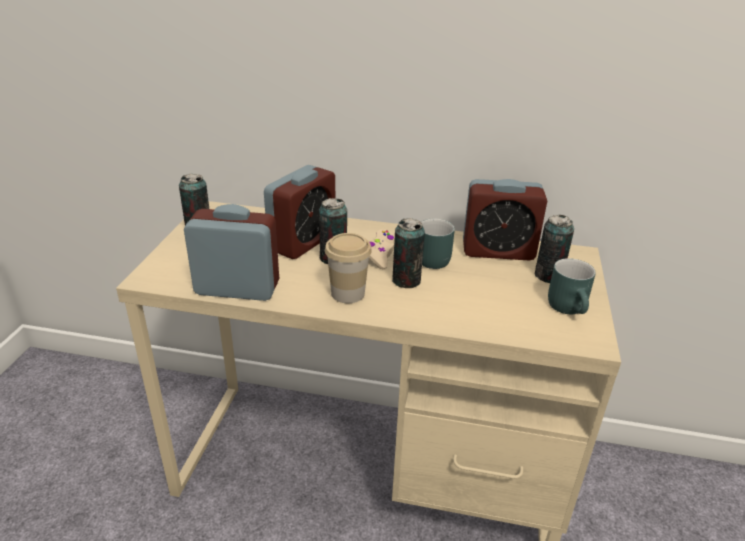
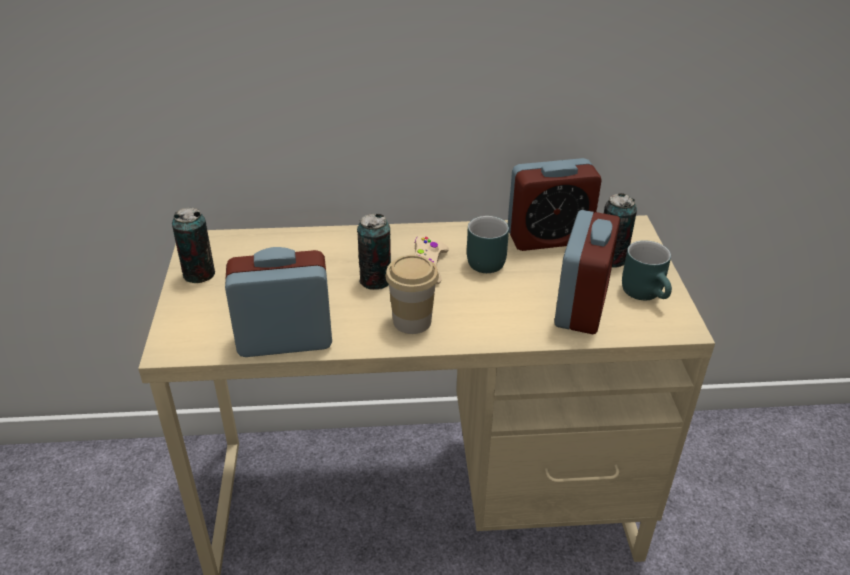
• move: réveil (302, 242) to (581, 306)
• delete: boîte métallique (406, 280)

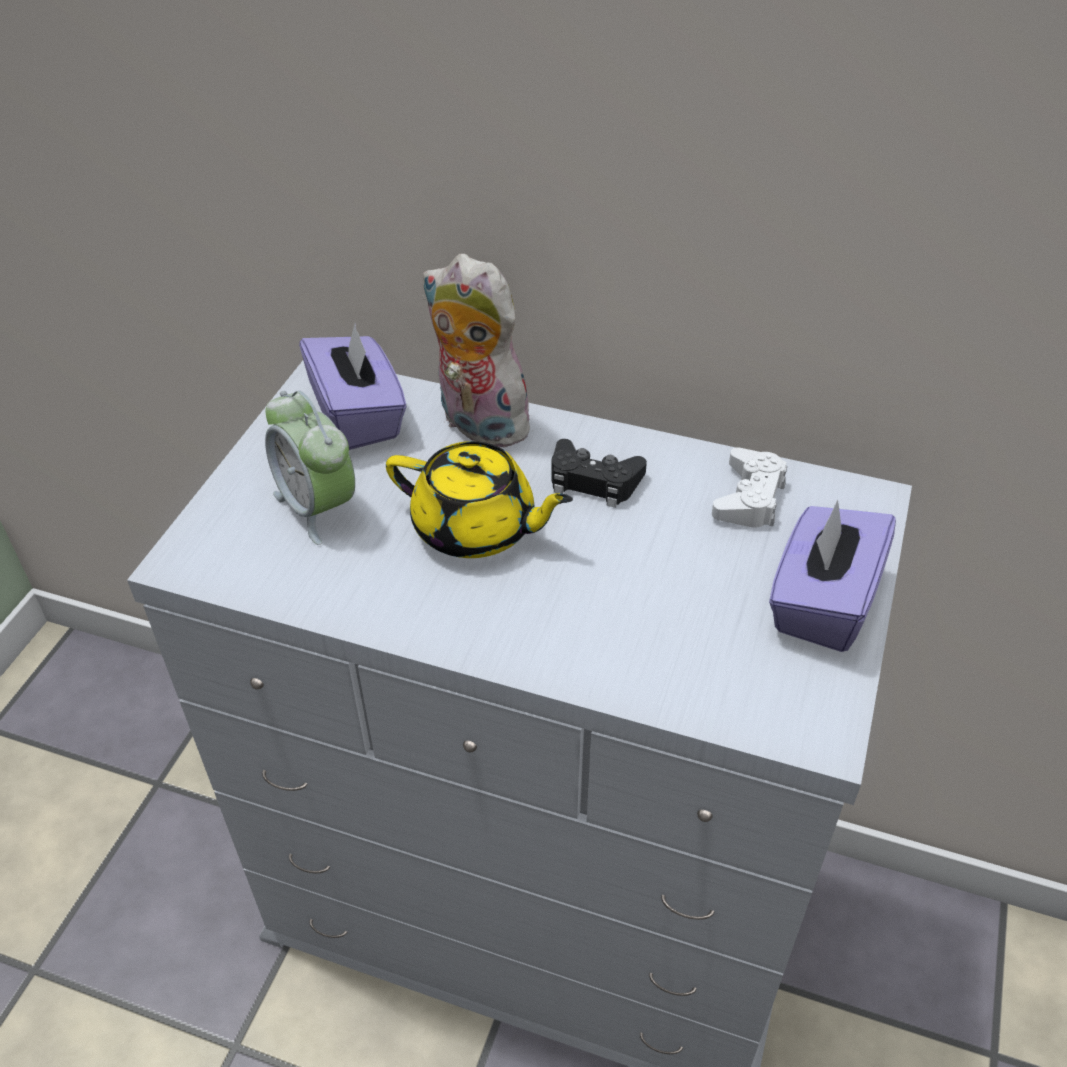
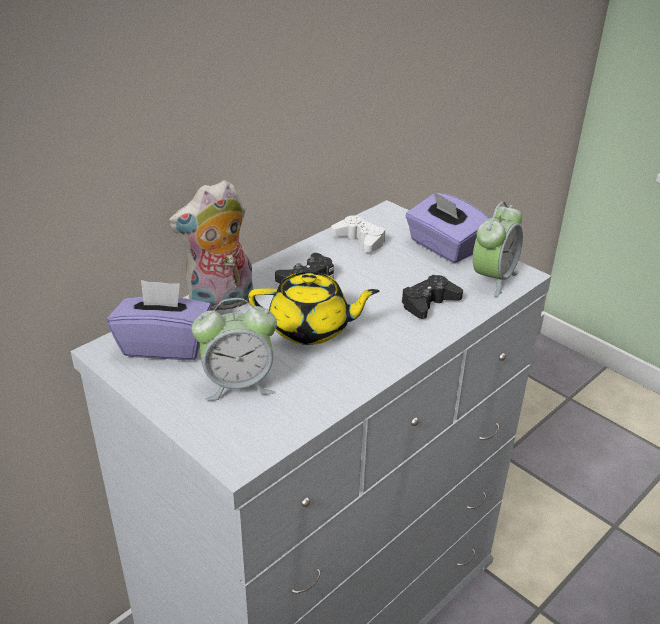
• rotate: théière [jaune] (476, 528) = (311, 328) 45 degrees clockwise
• insert: manette [noir] (429, 303)
• insert: réveil (493, 279)

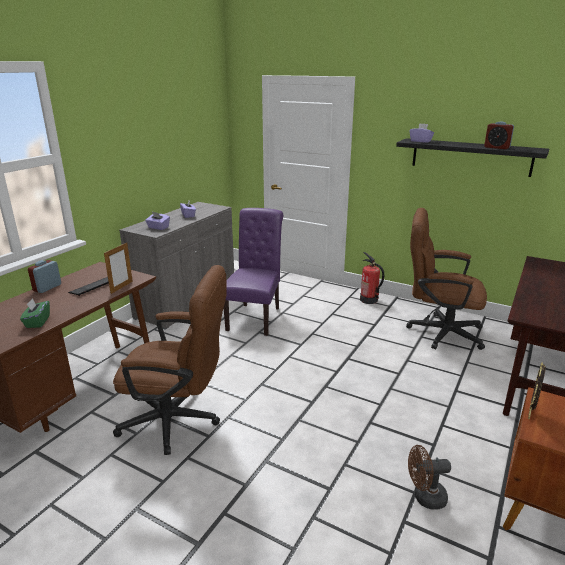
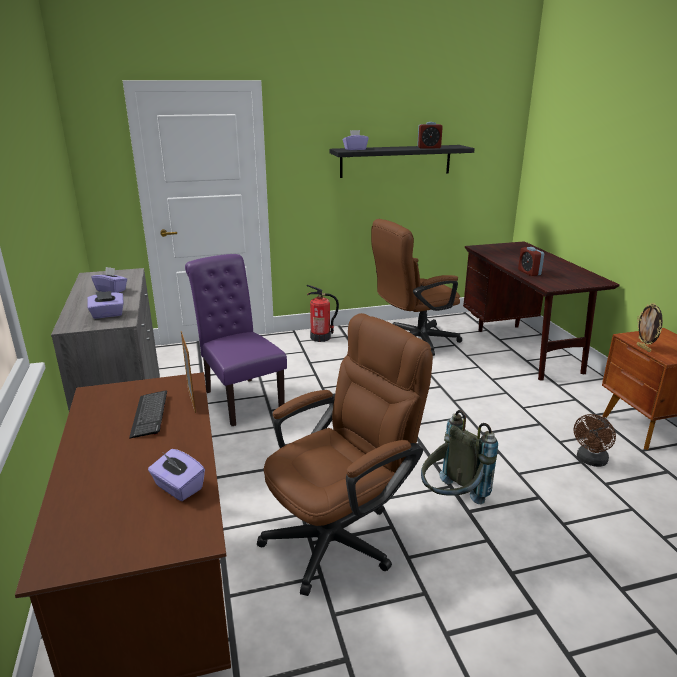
• recolor: boîte à mouchoirs [vert] (37, 322) to boîte à mouchoirs [violet] (178, 487)
• insert: sac à dos [gris] (451, 500)
• move: réveil (47, 287) to (529, 272)

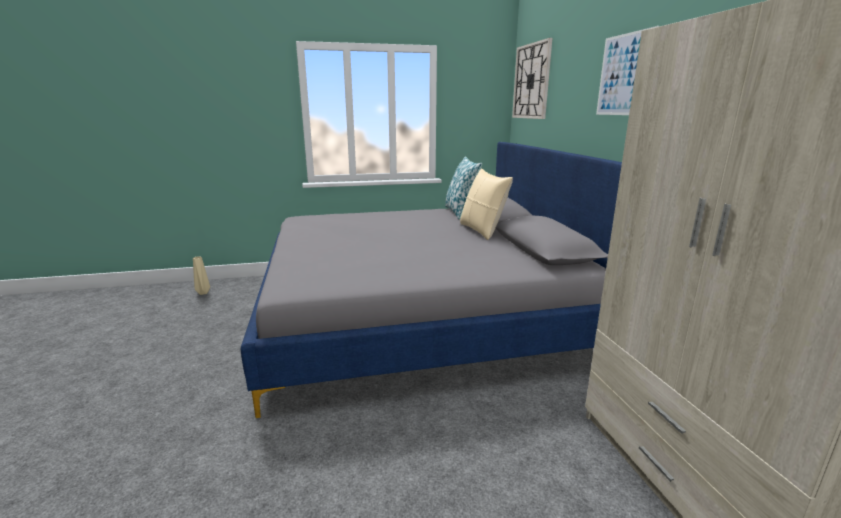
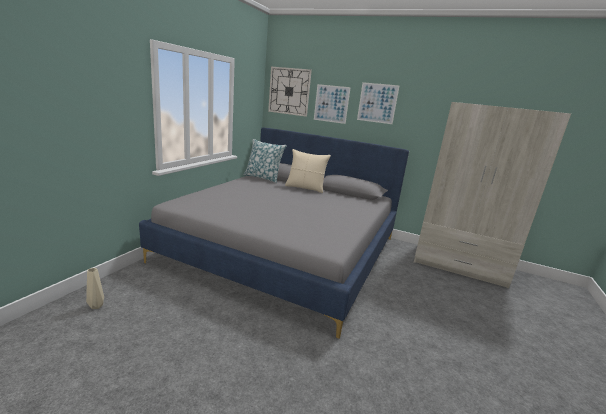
• insert: tableau (331, 104)

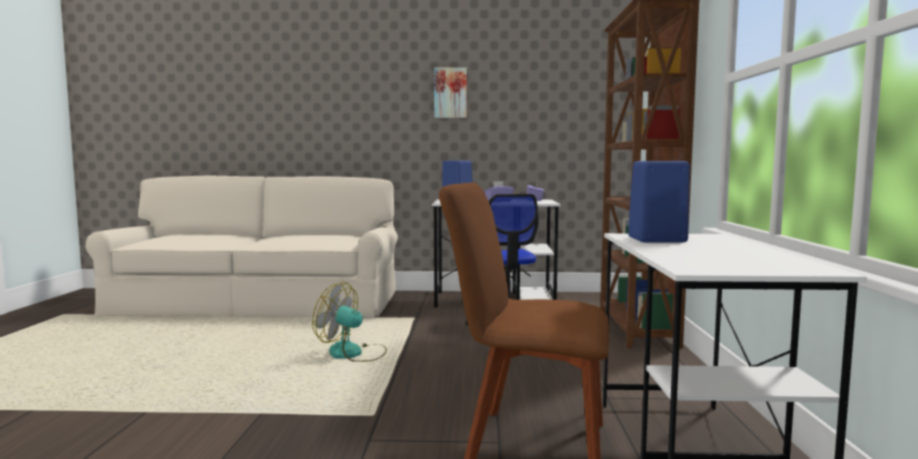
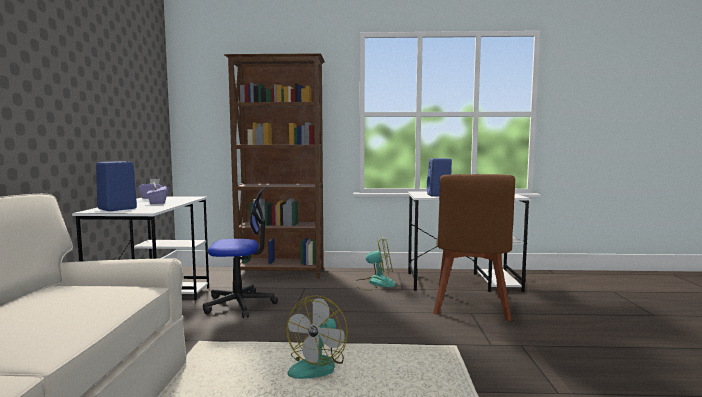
• insert: ventilateur (375, 283)
• delete: tableau (450, 93)

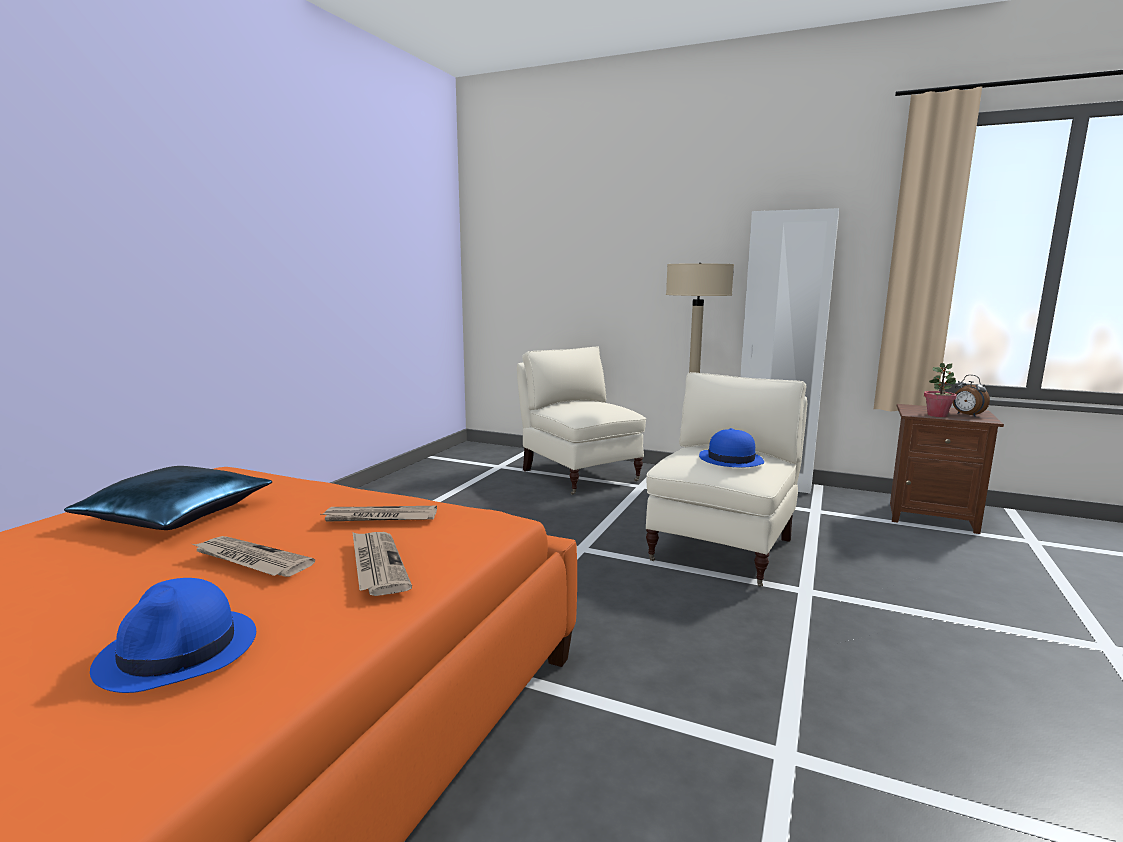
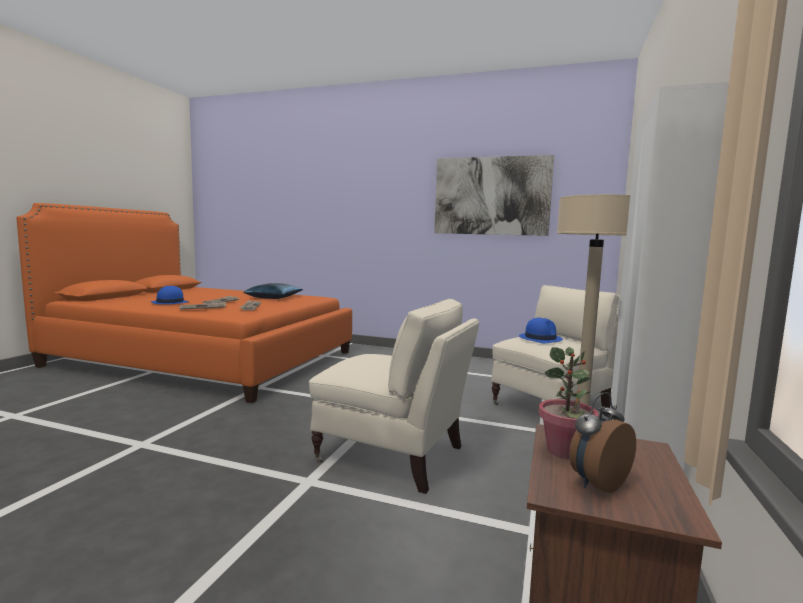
• insert: tableau (491, 196)
• move: chapeau [bleu] (730, 460) to (540, 338)

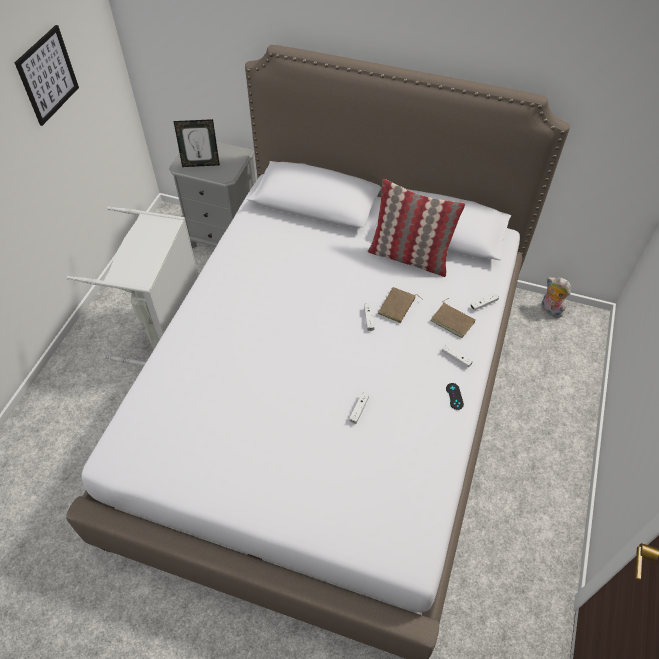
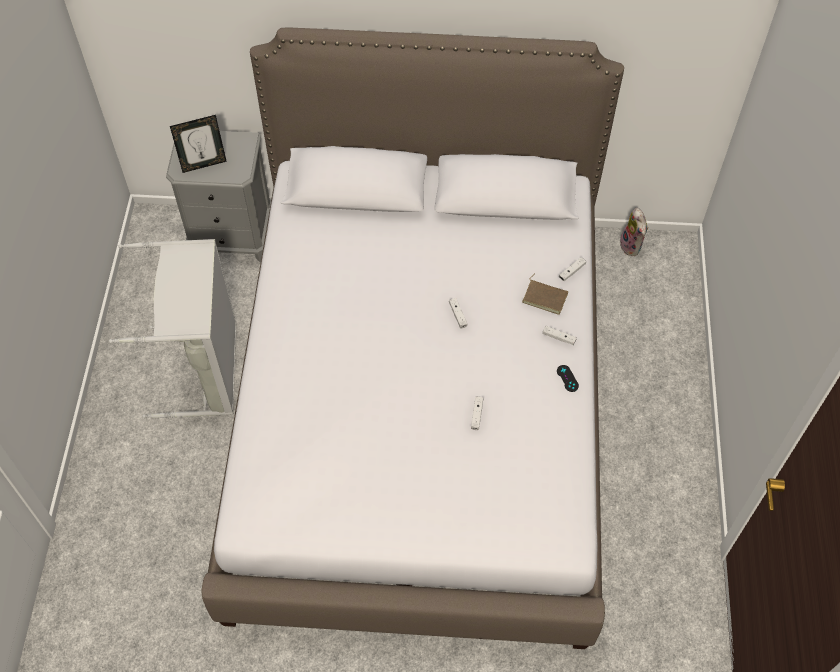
• rotate: peluche (549, 310) = (632, 246) 135 degrees counterclockwise
• delete: tableau (47, 75)
• delete: coussin (409, 257)
• delete: livre [marron] (397, 307)

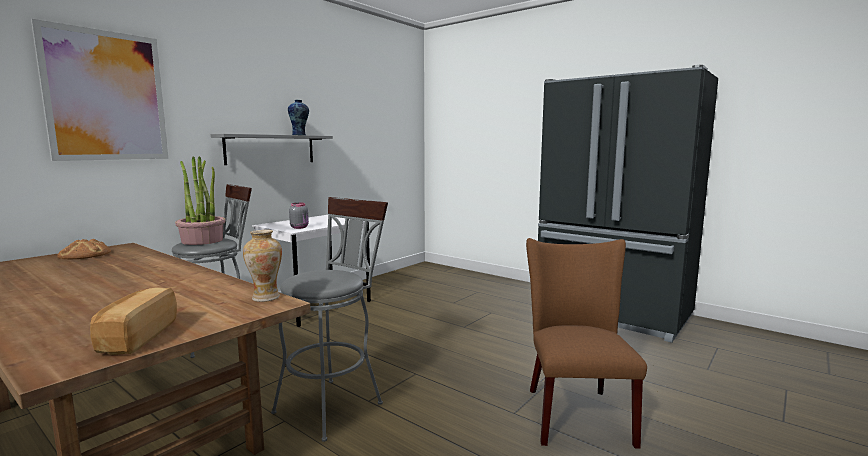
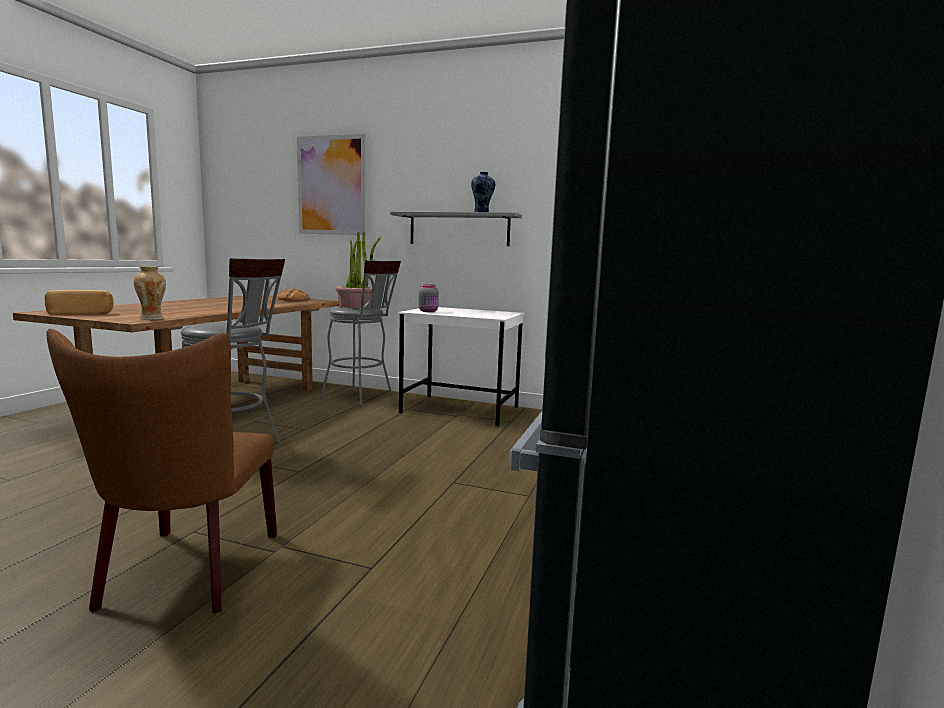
• rotate: chaise [marron] (574, 411) = (186, 574) 105 degrees clockwise

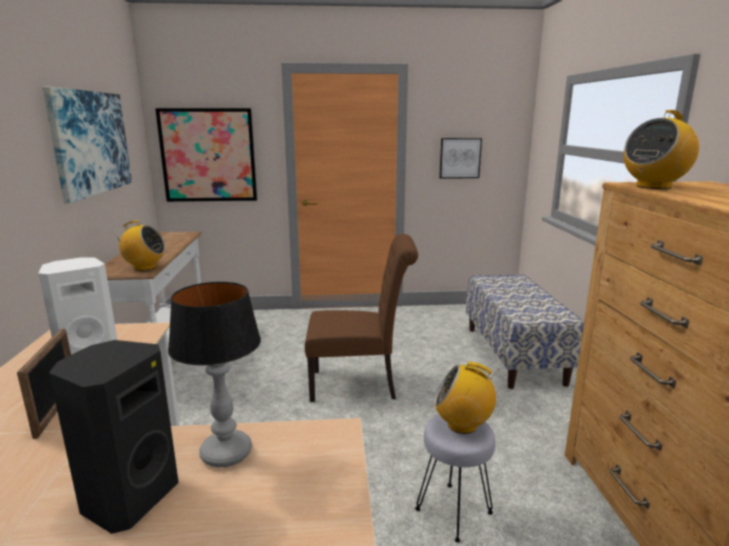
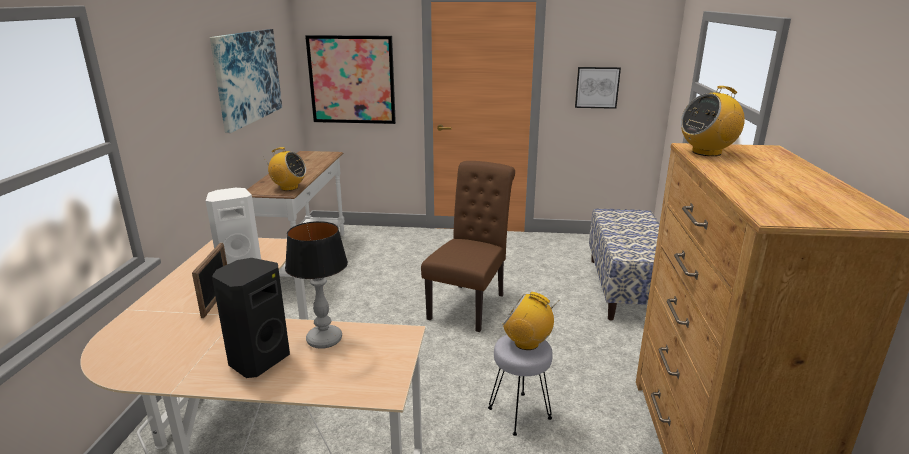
• rotate: chaise [marron] (359, 385) = (470, 304) 75 degrees counterclockwise

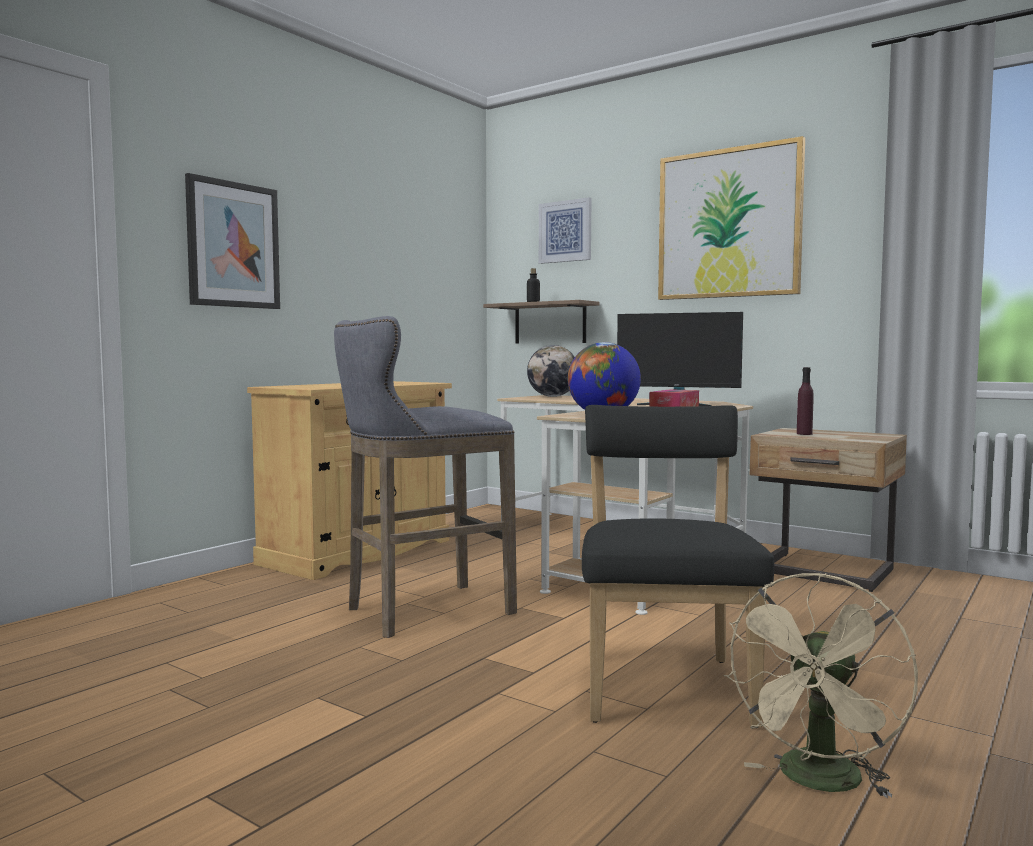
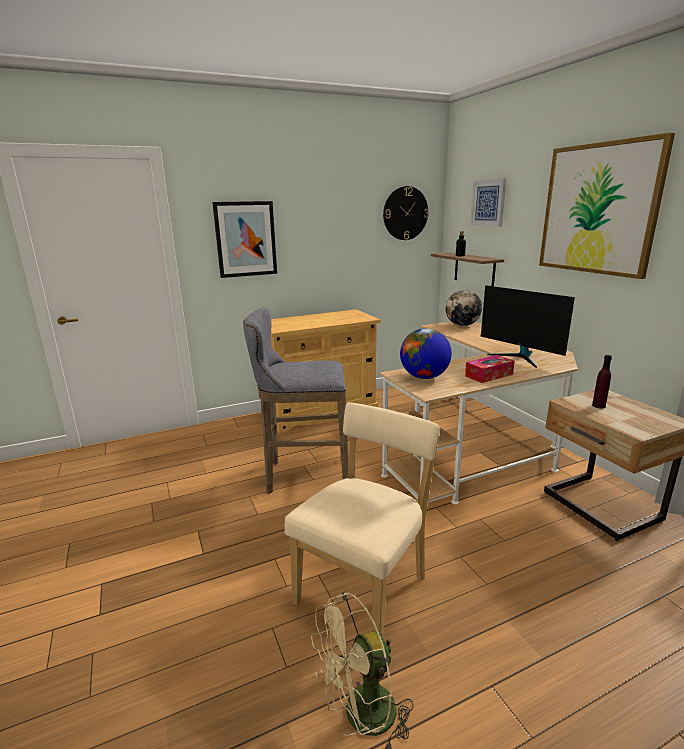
• recolor: chaise [noir] (665, 685) to chaise [beige] (365, 587)
• insert: horloge murale (405, 213)

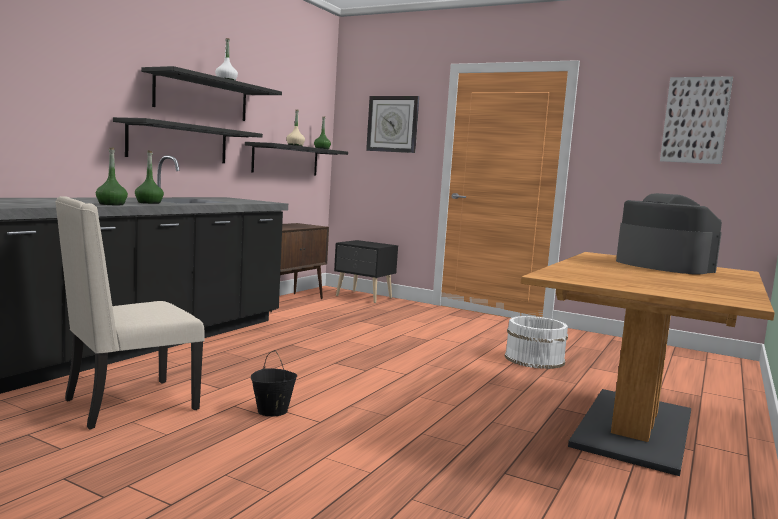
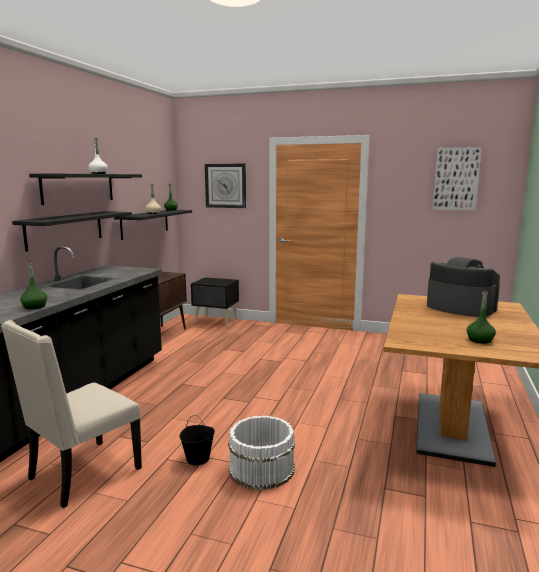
• move: seau [blanc] (534, 359) to (261, 468)
• move: bouteille [vert] (149, 203) to (479, 340)

